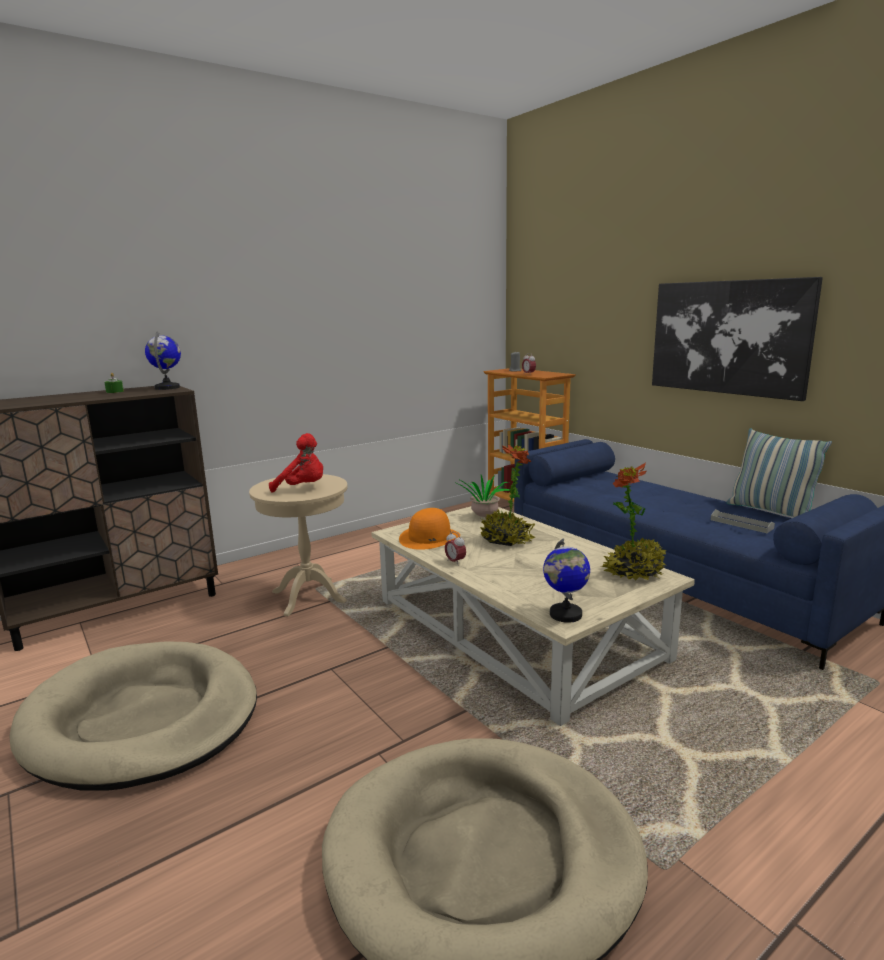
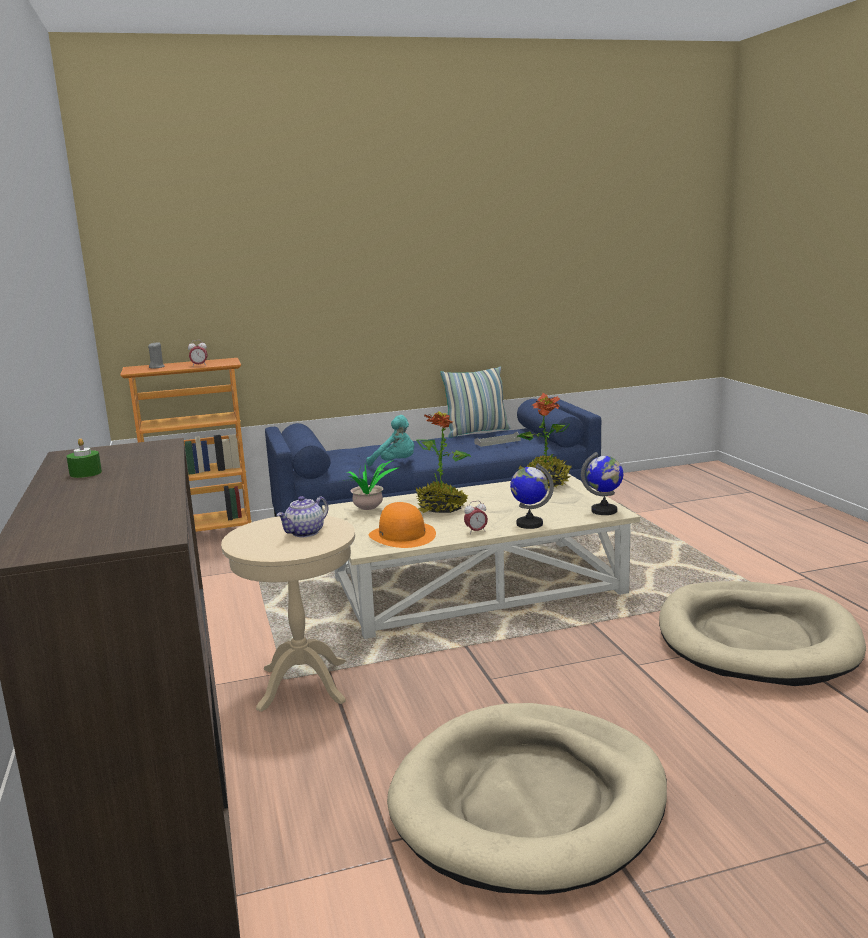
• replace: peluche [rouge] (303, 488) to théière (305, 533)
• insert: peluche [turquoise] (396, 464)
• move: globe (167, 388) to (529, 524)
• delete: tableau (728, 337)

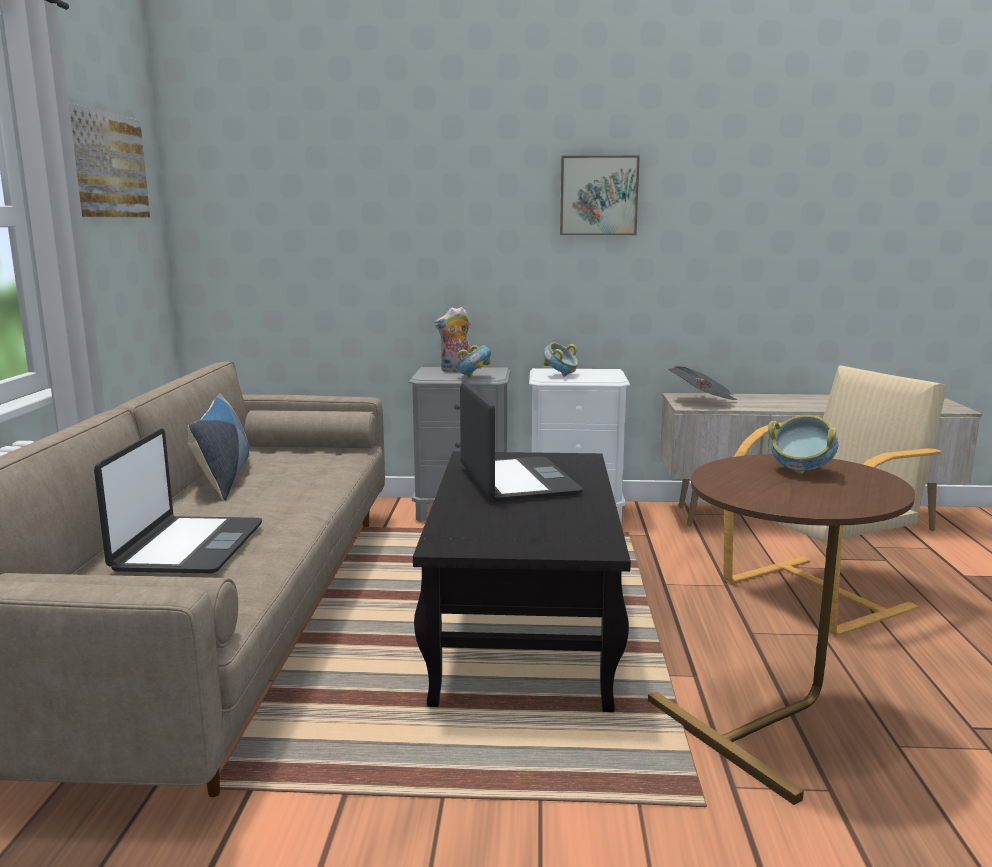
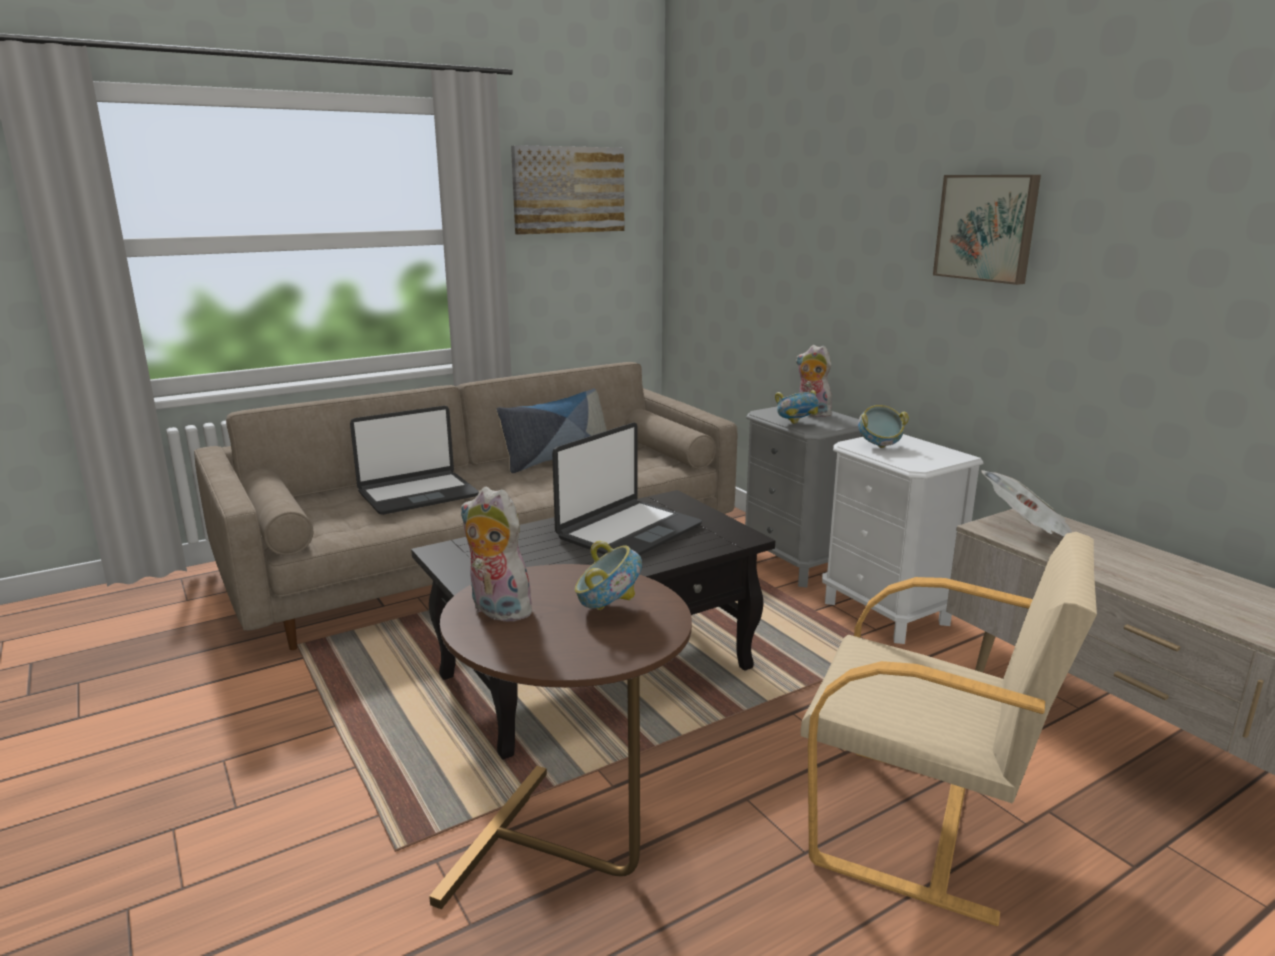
• insert: peluche (496, 610)

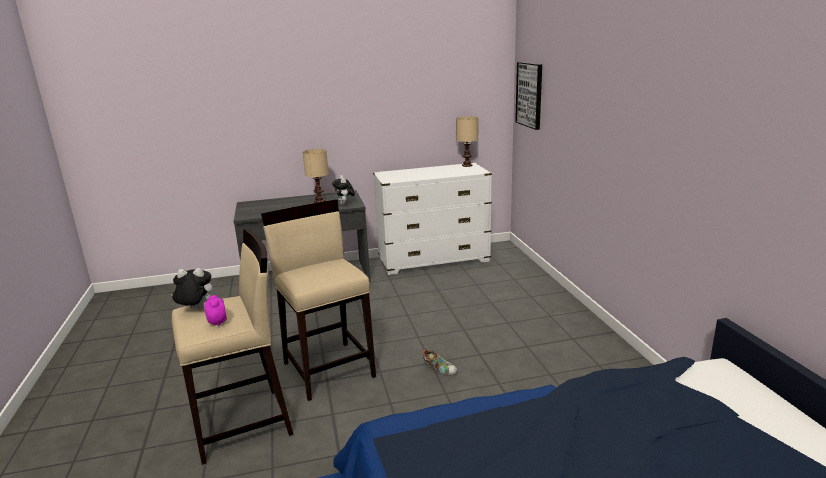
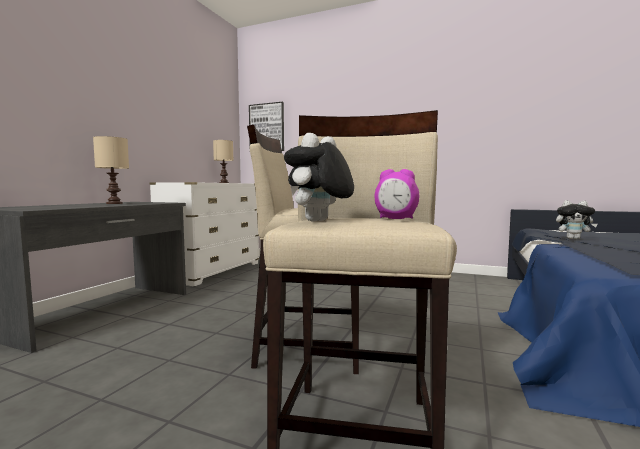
• move: peluche (345, 204) to (573, 238)
• delete: chaussure (440, 370)

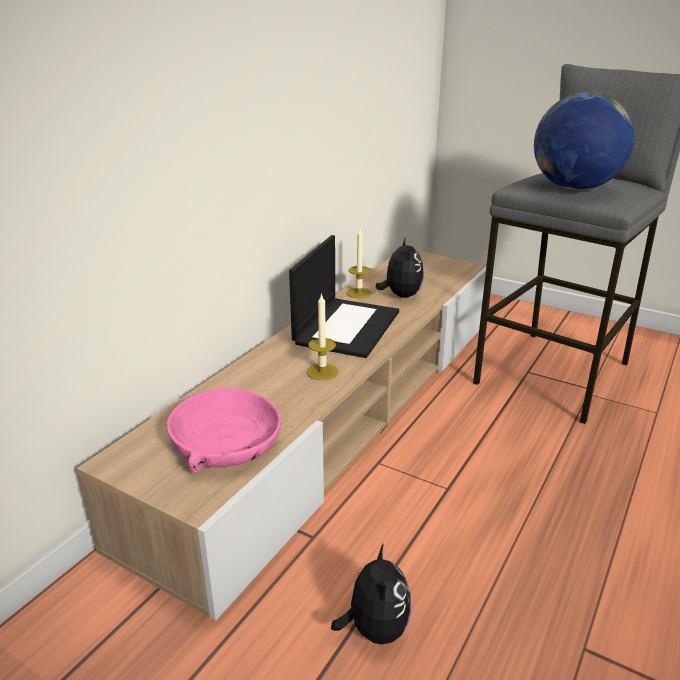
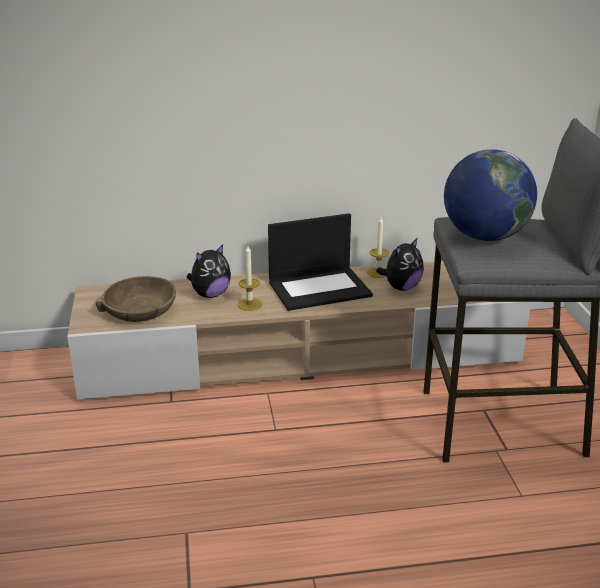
• recolor: bol [rose] (226, 443) to bol [marron] (140, 310)
• move: peluche (375, 628) to (210, 294)

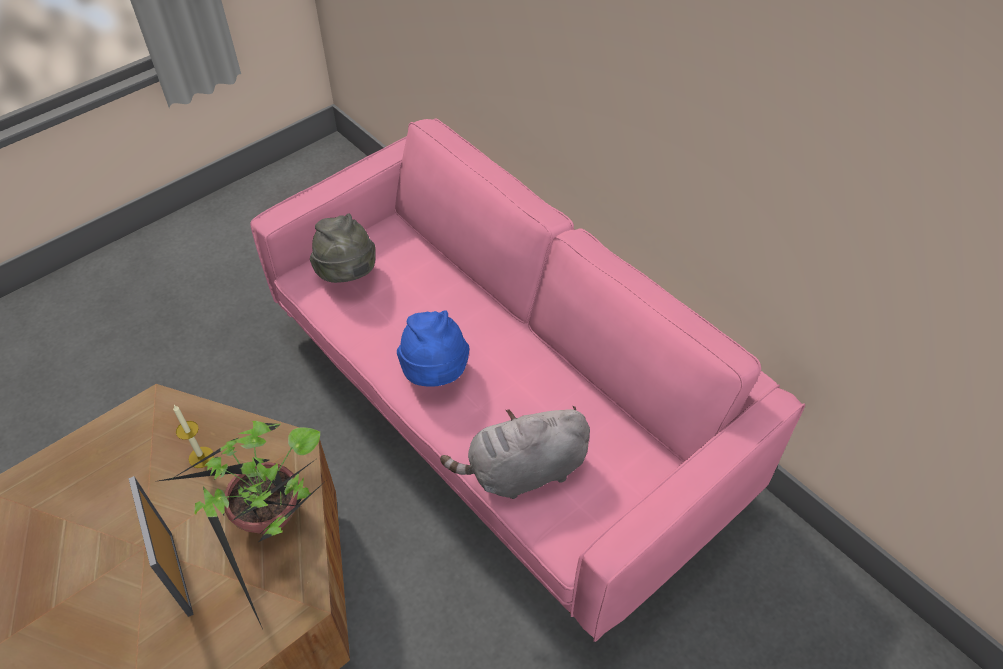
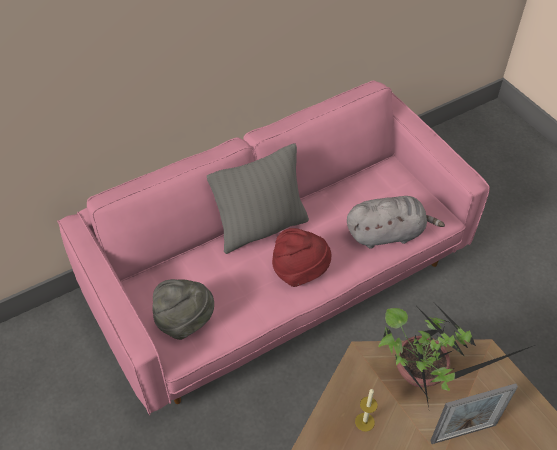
• insert: coussin [gris] (261, 228)
• recolor: chapeau [bleu] (435, 373) to chapeau [rouge] (300, 271)
• rotate: peluche [gris] (522, 471) = (387, 234) 90 degrees counterclockwise

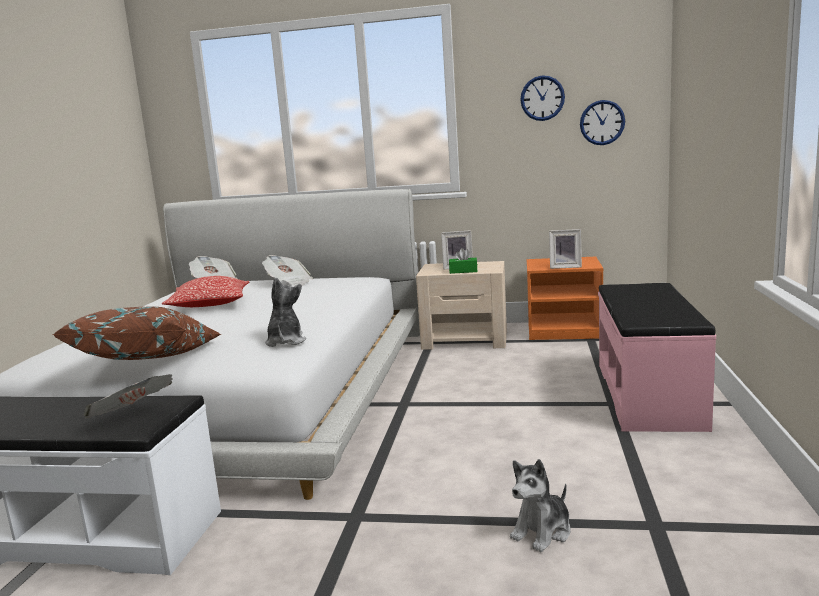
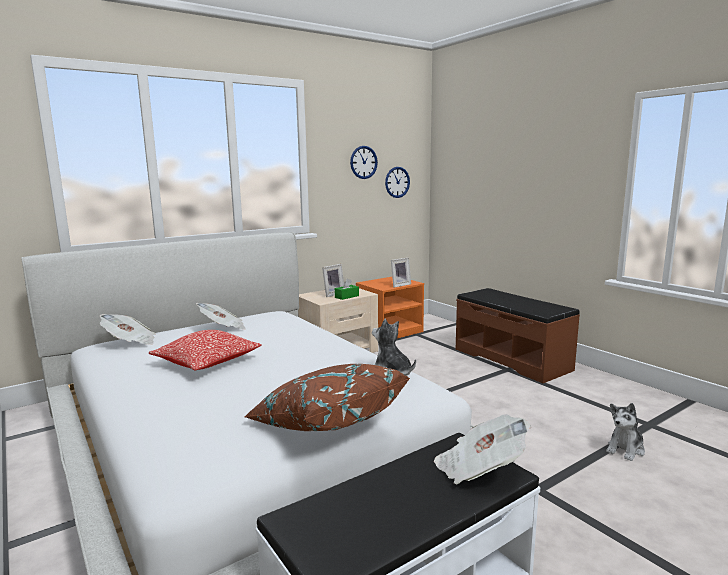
• recolor: banc [rose] (649, 394) to banc [marron] (512, 359)
• rotate: peluche (542, 532) = (625, 449) 45 degrees clockwise

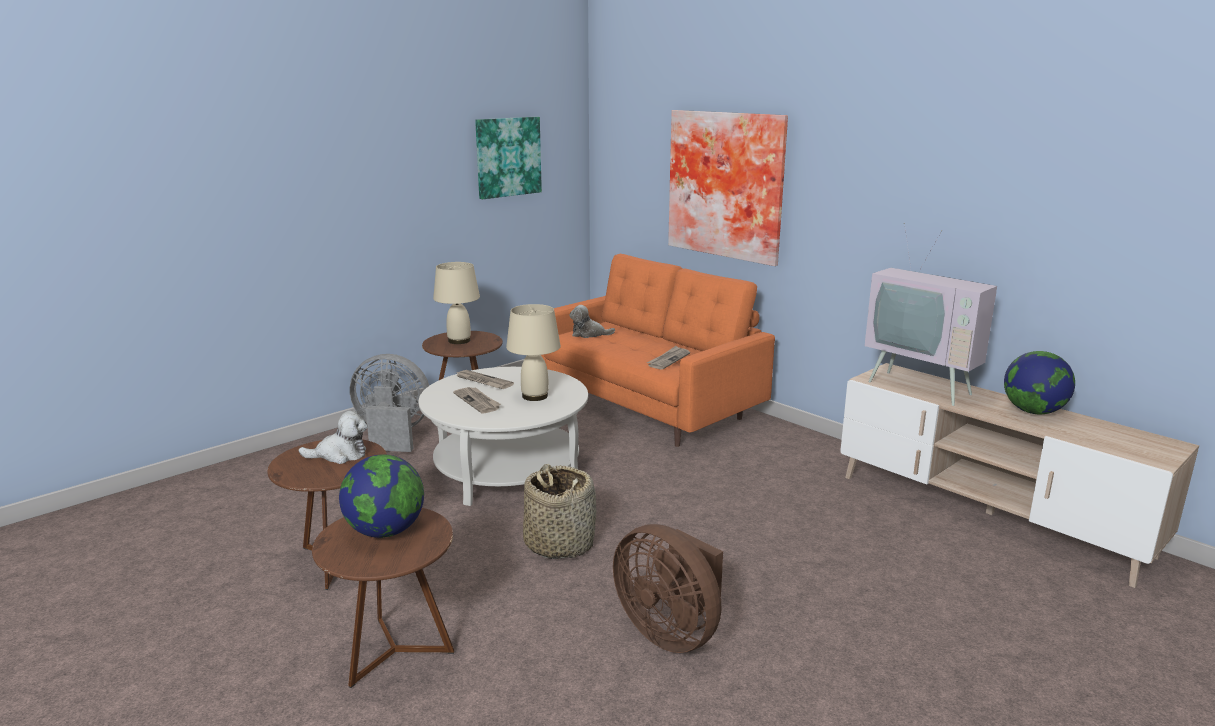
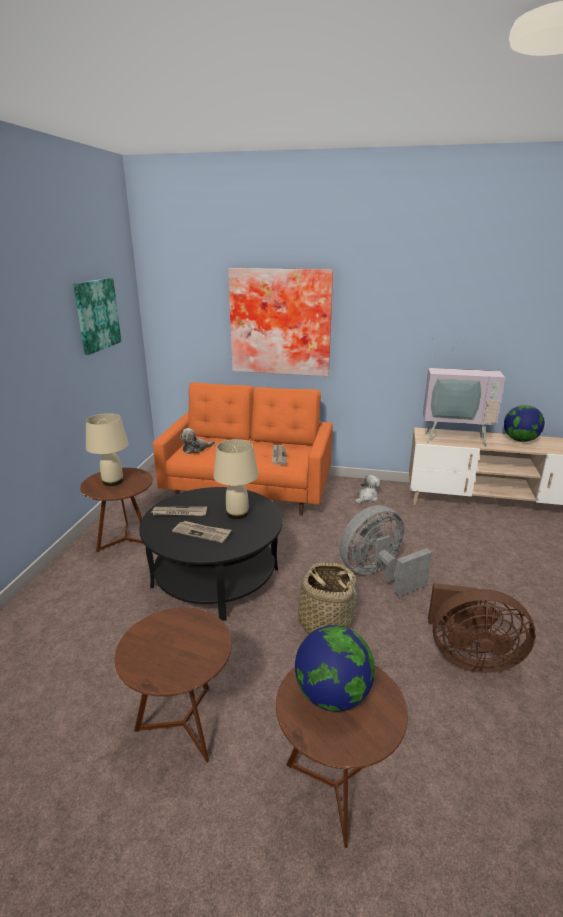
• recolor: table basse [blanc] (507, 470) to table basse [noir] (216, 577)
• move: ventilateur [gris] (392, 435) to (378, 574)
• move: peluche (340, 455) to (367, 498)

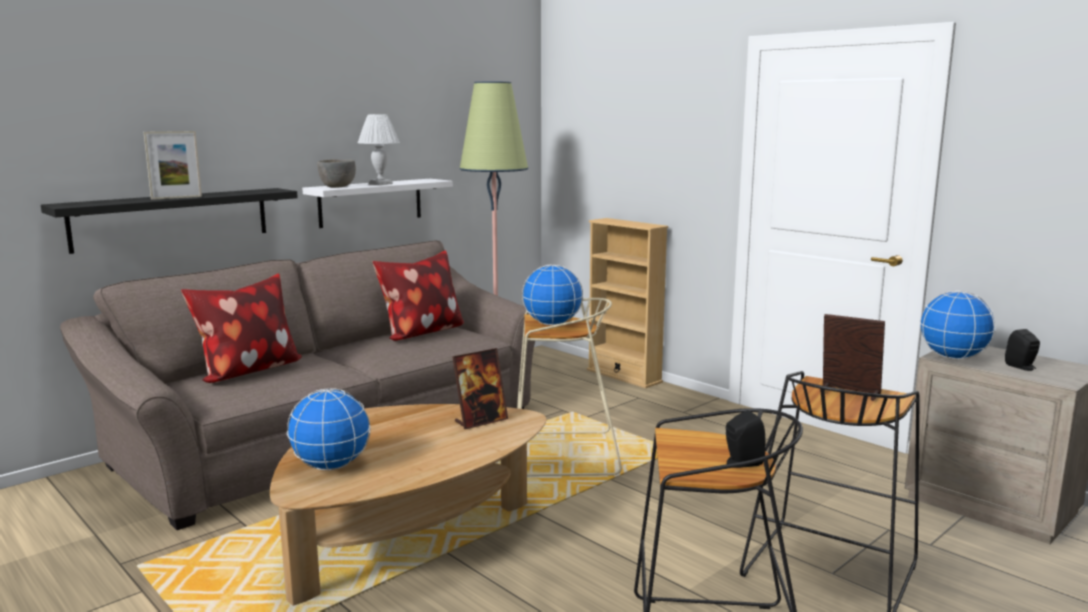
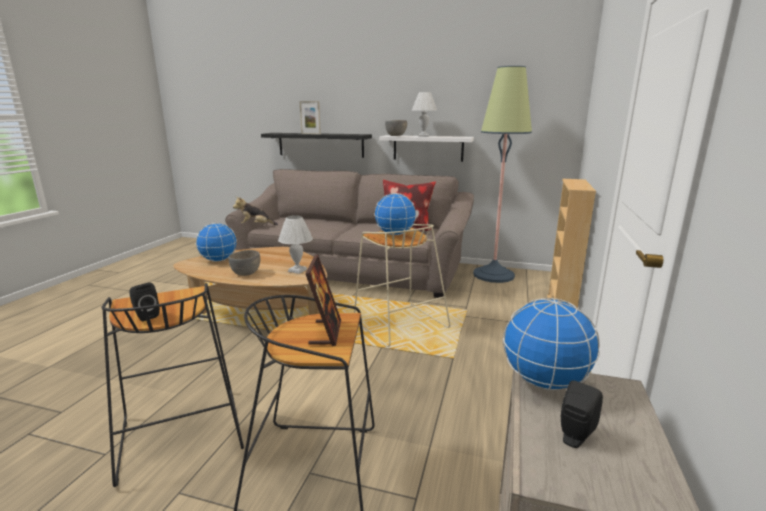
• insert: bol [gris] (246, 273)
• insert: peluche (255, 226)
• replace: cadre photo (481, 421) to lampe de table [blanc] (298, 270)
• delete: coussin (247, 372)

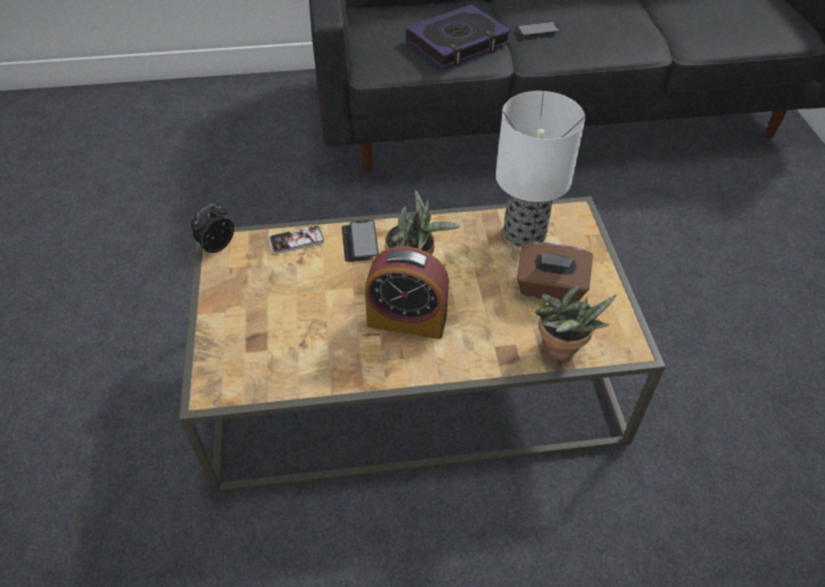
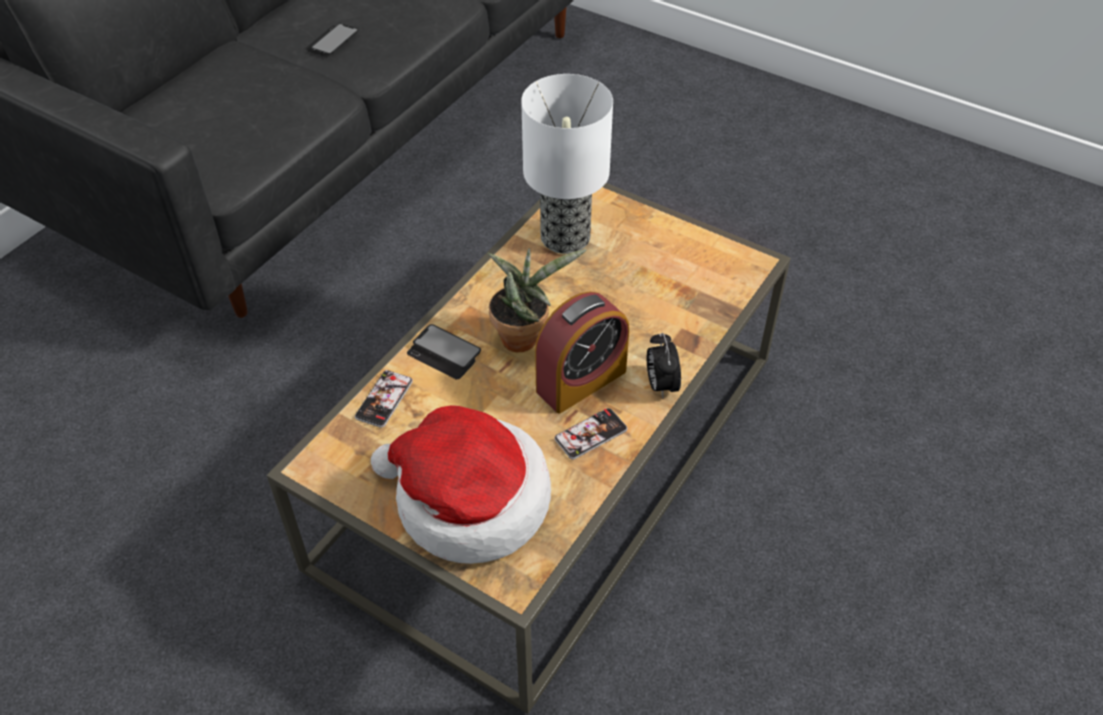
• insert: chapeau (468, 501)
• insert: téléphone (591, 434)
• move: réveil (217, 246) to (660, 385)
• delete: livre (457, 43)
• delete: boîte à mouchoirs [marron] (550, 288)
• delete: plante en pot (561, 352)

